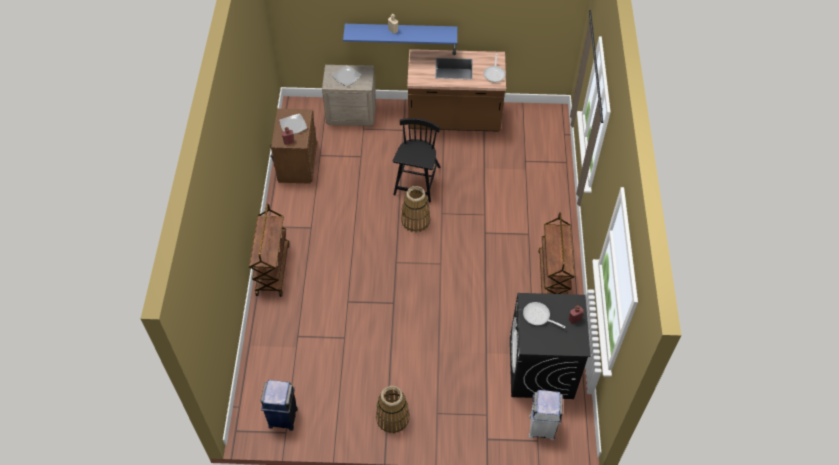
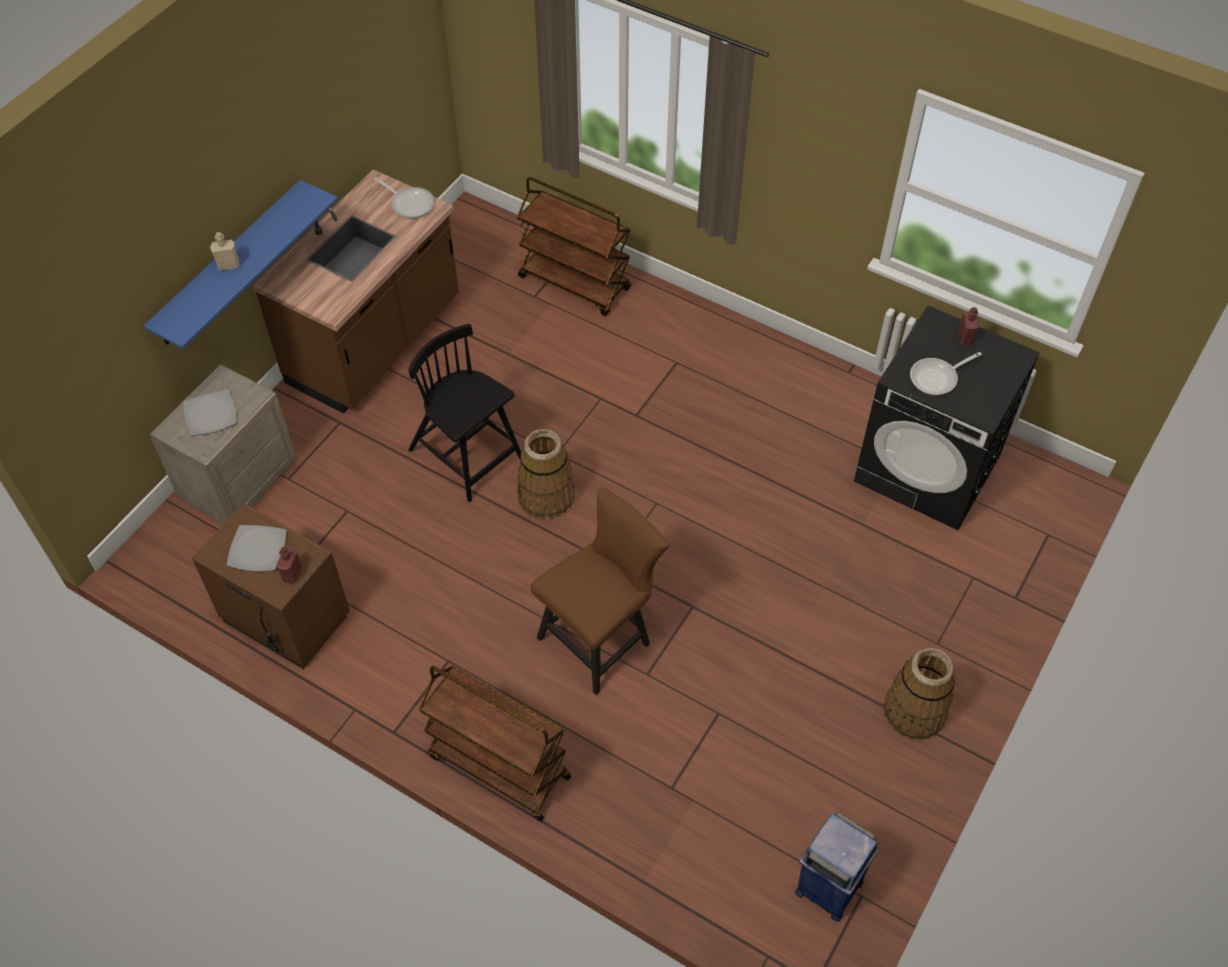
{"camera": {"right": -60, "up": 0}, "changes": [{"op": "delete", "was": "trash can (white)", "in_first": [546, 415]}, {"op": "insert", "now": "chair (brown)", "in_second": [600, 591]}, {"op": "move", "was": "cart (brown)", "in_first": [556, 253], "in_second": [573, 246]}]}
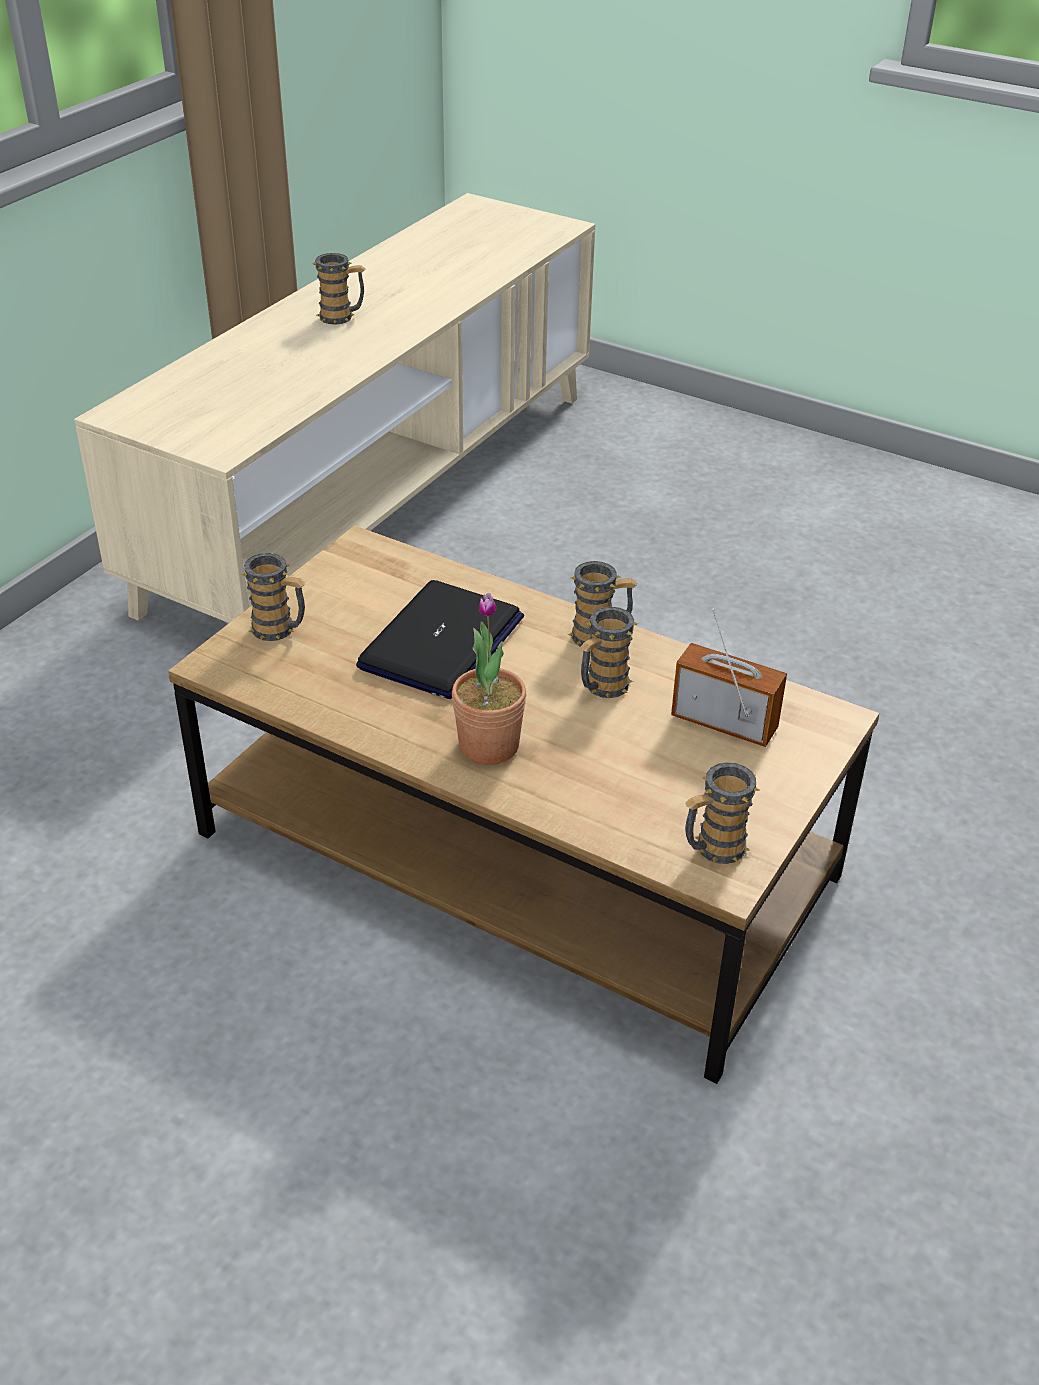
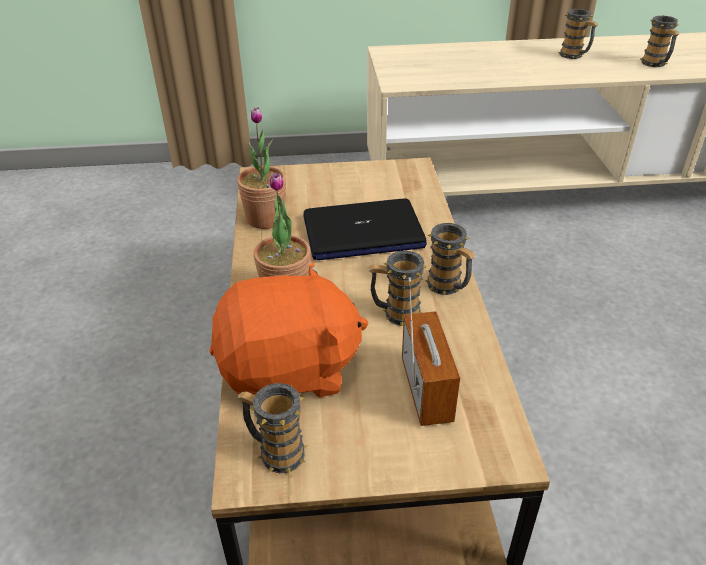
{"camera": {"right": 55, "up": 0}, "changes": [{"op": "insert", "now": "plush toy (orange)", "in_second": [288, 334]}, {"op": "insert", "now": "potted plant", "in_second": [261, 168]}, {"op": "move", "was": "mug", "in_first": [273, 597], "in_second": [659, 41]}]}
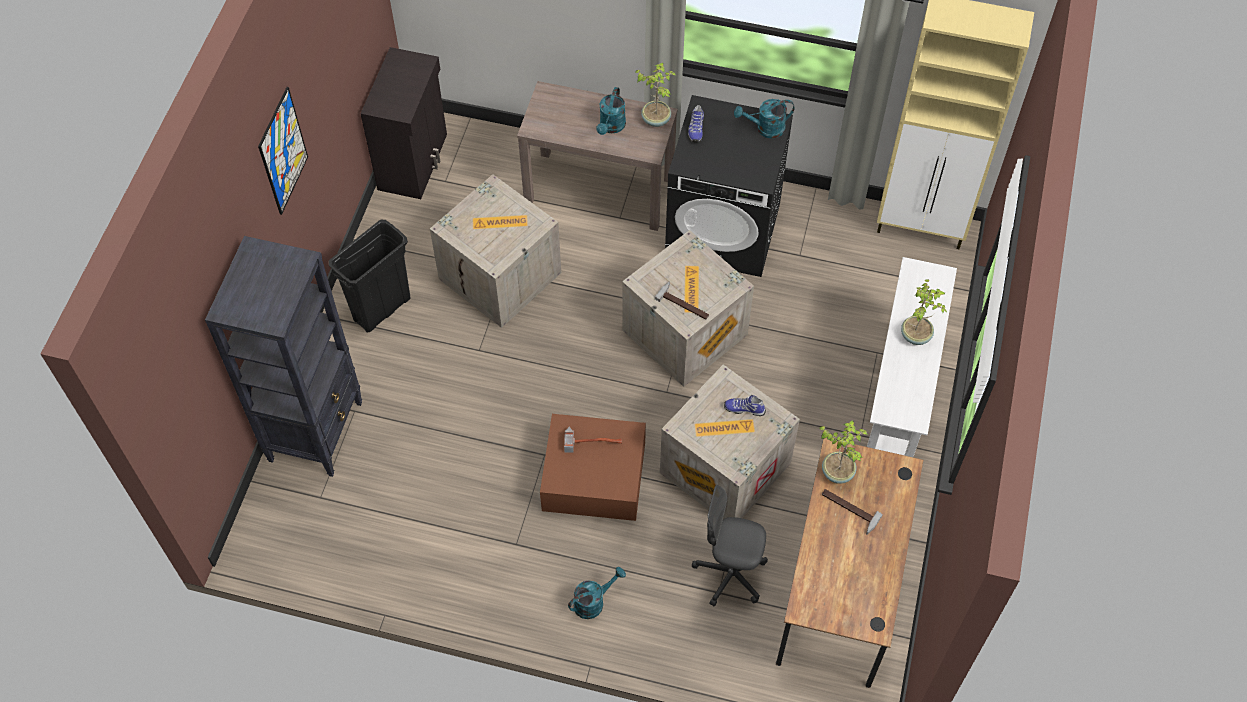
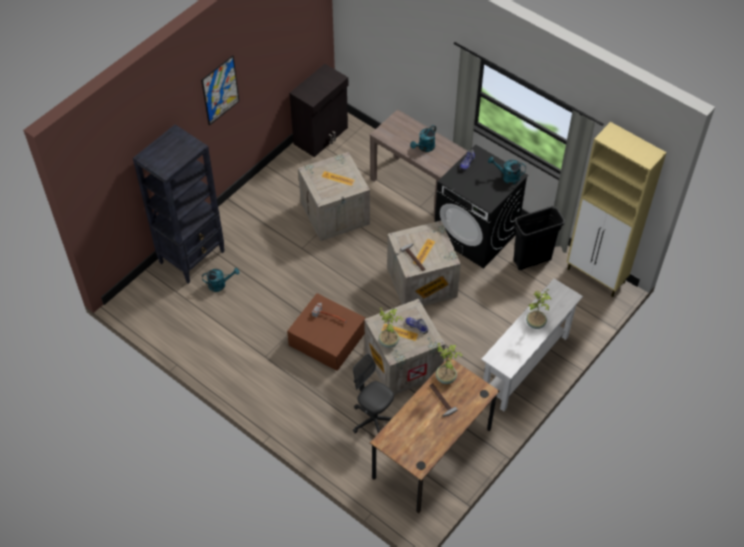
{"camera": {"right": 25, "up": -5}, "changes": [{"op": "move", "was": "trash can (black)", "in_first": [369, 276], "in_second": [539, 238]}, {"op": "move", "was": "watering can (turquoise)", "in_first": [597, 593], "in_second": [220, 280]}, {"op": "move", "was": "potted plant", "in_first": [655, 94], "in_second": [391, 327]}]}
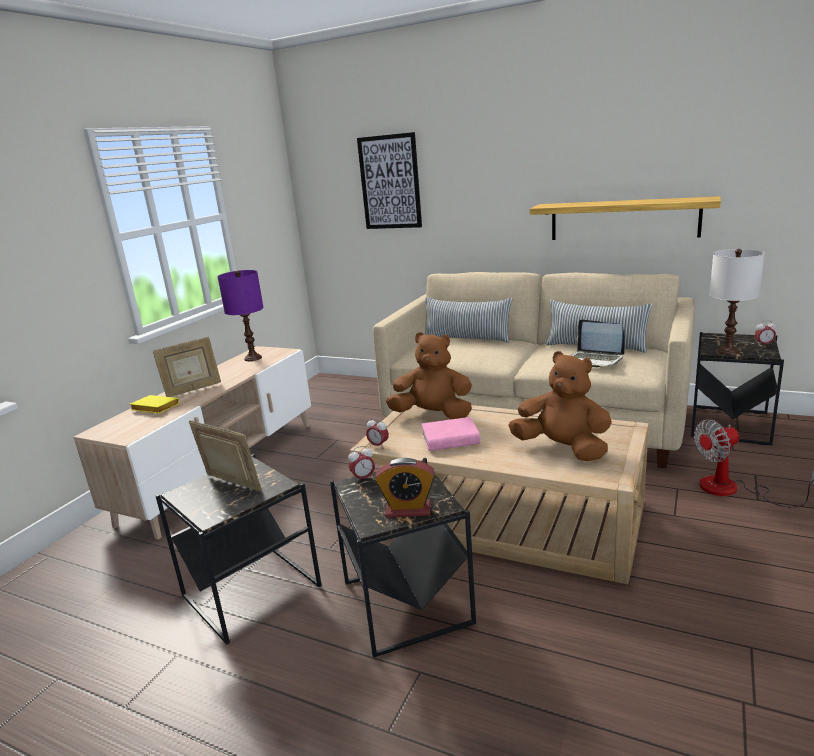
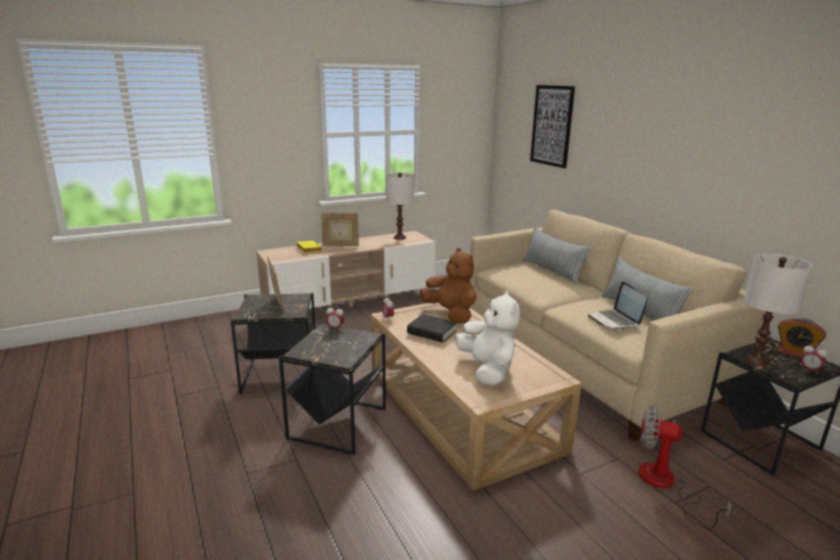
{"camera": {"right": 35, "up": 0}, "changes": [{"op": "delete", "was": "shelf", "in_first": [625, 218]}, {"op": "move", "was": "alarm clock", "in_first": [405, 488], "in_second": [801, 338]}, {"op": "recolor", "was": "table lamp (purple)", "now": "table lamp (white)", "in_first": [240, 315], "in_second": [400, 206]}, {"op": "recolor", "was": "book (pink)", "now": "book (black)", "in_first": [450, 434], "in_second": [432, 328]}, {"op": "recolor", "was": "plush toy (brown)", "now": "plush toy (white)", "in_first": [560, 406], "in_second": [487, 338]}]}
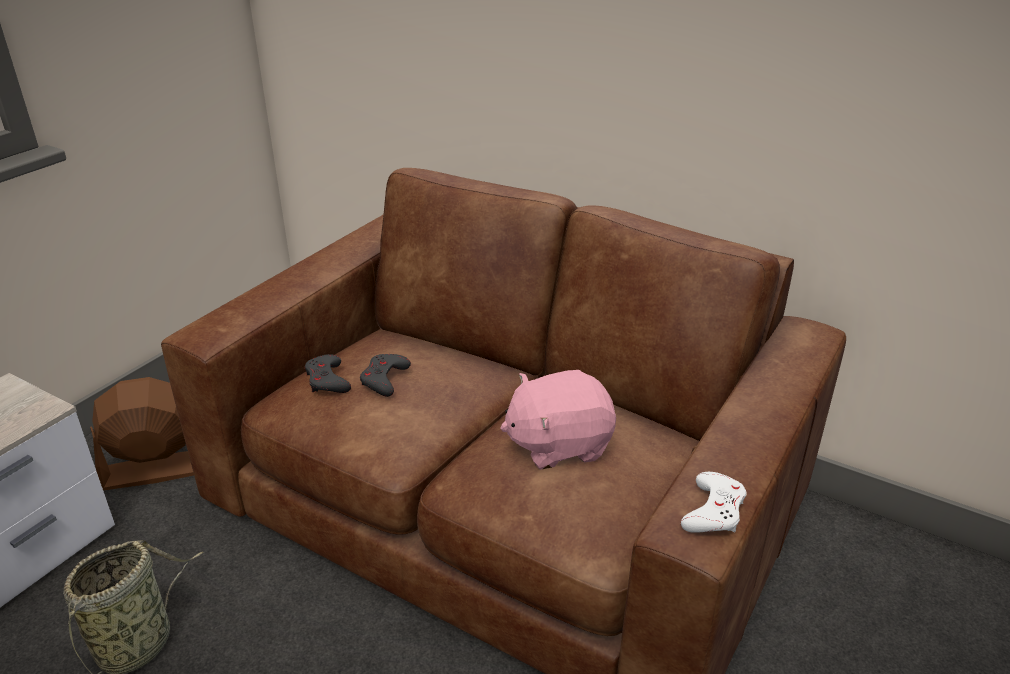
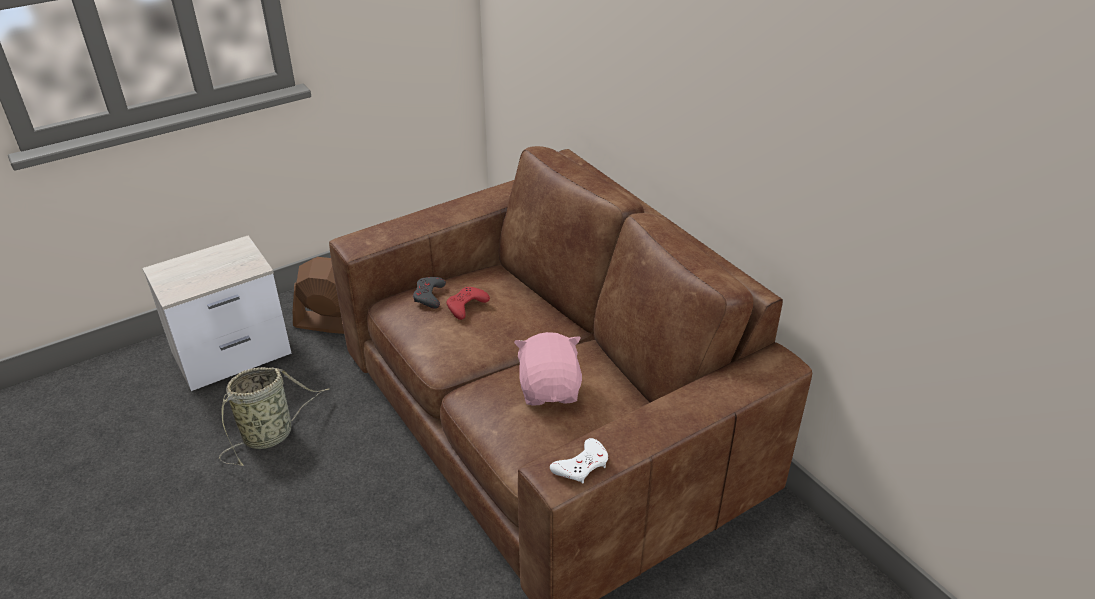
{"camera": {"right": 25, "up": 5}, "changes": [{"op": "recolor", "was": "game controller (grey)", "now": "game controller (red)", "in_first": [385, 375], "in_second": [468, 303]}, {"op": "rotate", "was": "plush toy (pink)", "in_first": [558, 420], "in_second": [548, 369], "clockwise": 75}]}
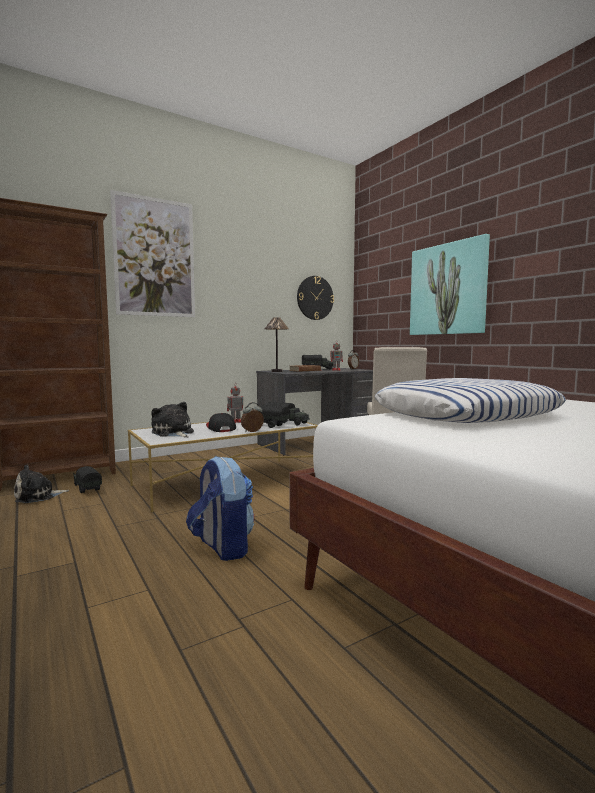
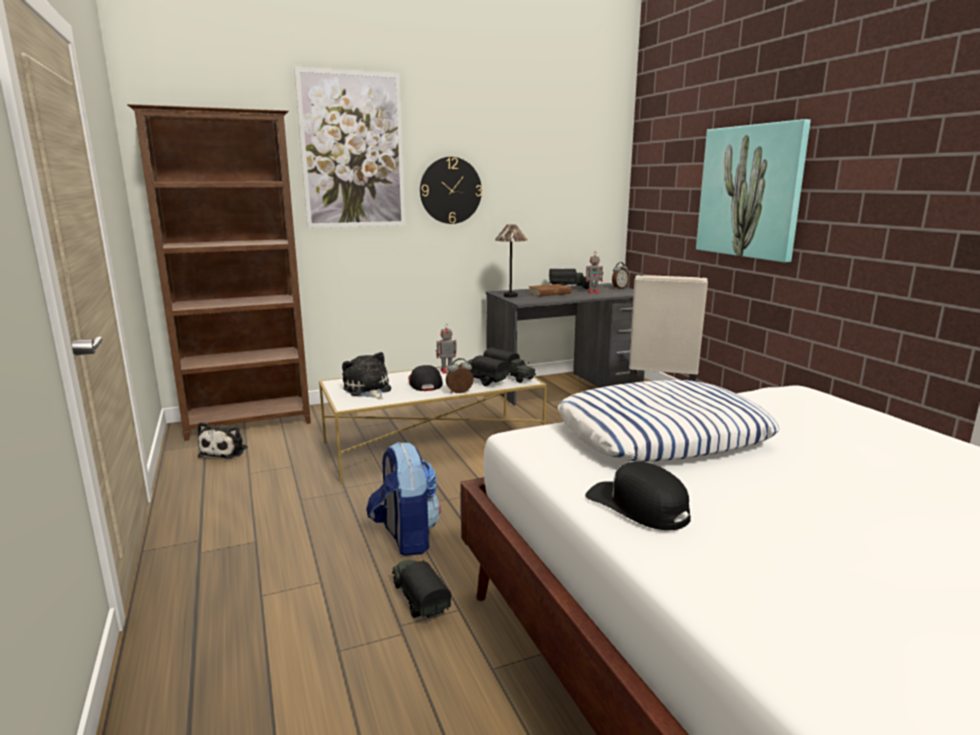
{"camera": {"right": 10, "up": 10}, "changes": [{"op": "insert", "now": "cap (black)", "in_second": [638, 495]}, {"op": "move", "was": "toy truck", "in_first": [87, 479], "in_second": [421, 589]}, {"op": "move", "was": "wall clock", "in_first": [315, 298], "in_second": [451, 190]}, {"op": "rotate", "was": "plush toy", "in_first": [41, 483], "in_second": [223, 440], "clockwise": -60}]}
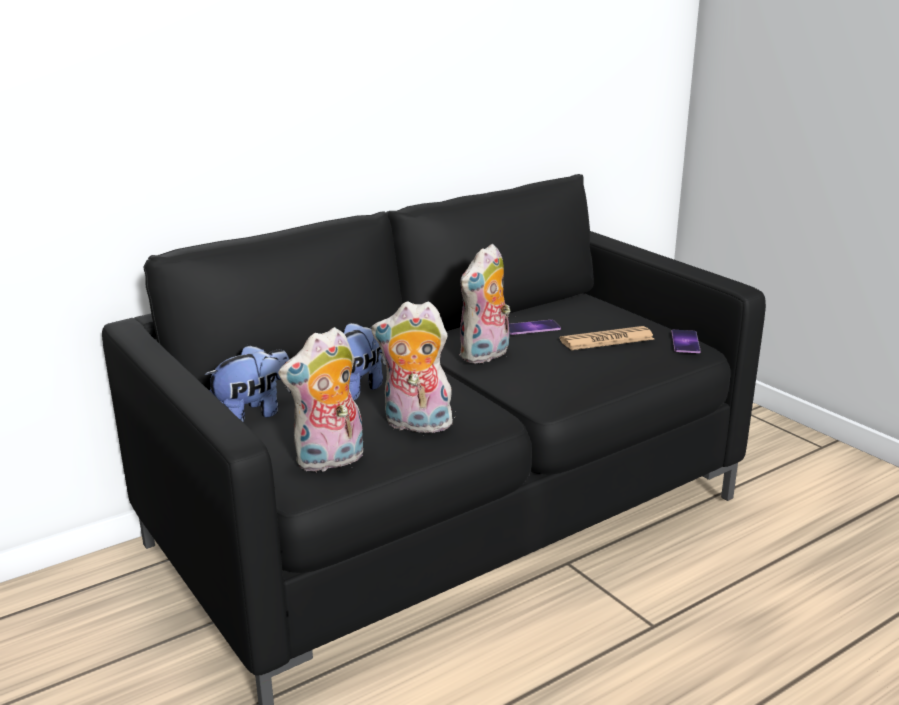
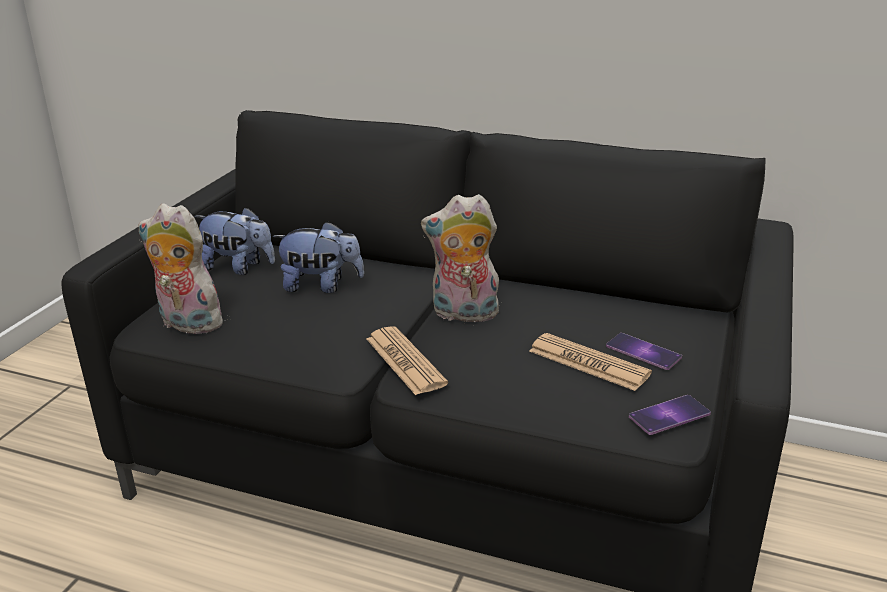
{"camera": {"right": 55, "up": 5}, "changes": [{"op": "delete", "was": "plush toy", "in_first": [413, 367]}, {"op": "insert", "now": "newspaper", "in_second": [407, 360]}, {"op": "move", "was": "phone", "in_first": [535, 327], "in_second": [644, 351]}]}
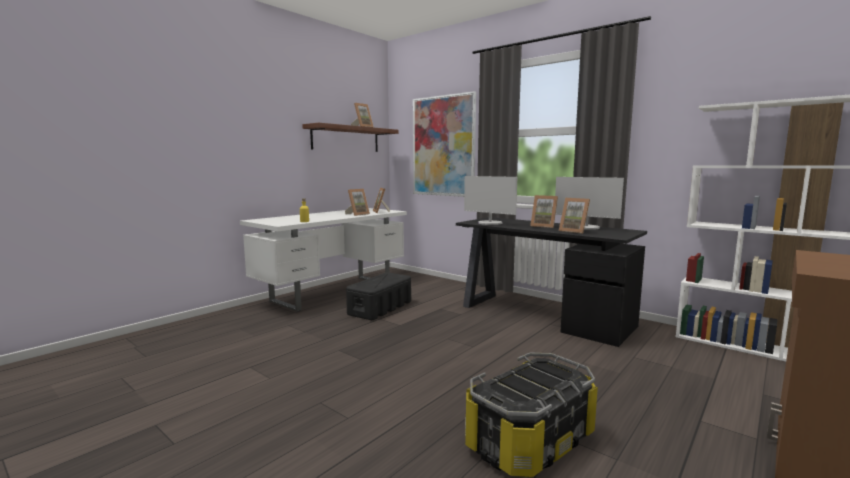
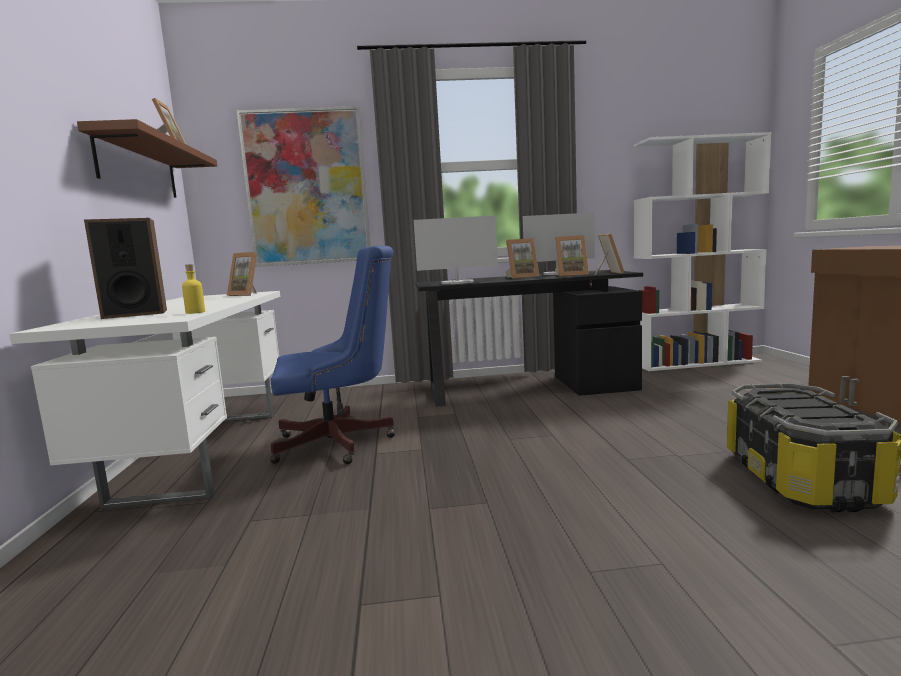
{"camera": {"right": -45, "up": 0}, "changes": [{"op": "insert", "now": "speaker", "in_second": [125, 268]}, {"op": "move", "was": "picture frame", "in_first": [357, 202], "in_second": [609, 254]}, {"op": "replace", "was": "storage box (black)", "now": "office chair (blue)", "in_first": [378, 296], "in_second": [332, 355]}]}
